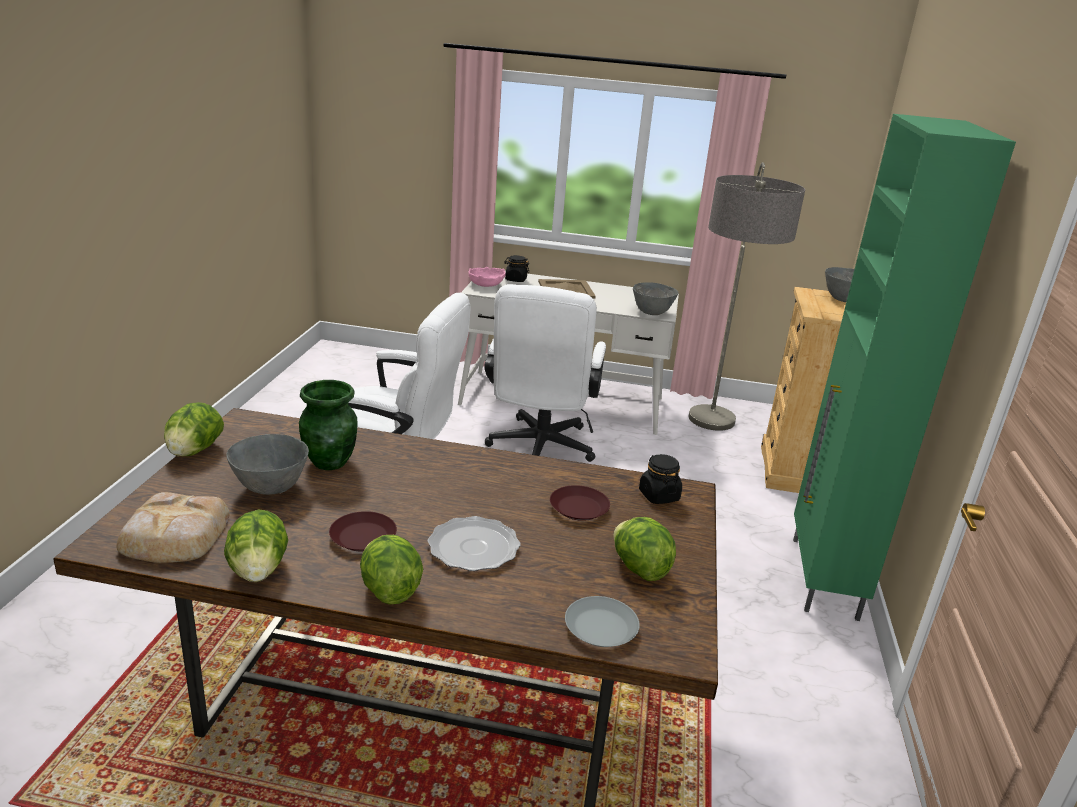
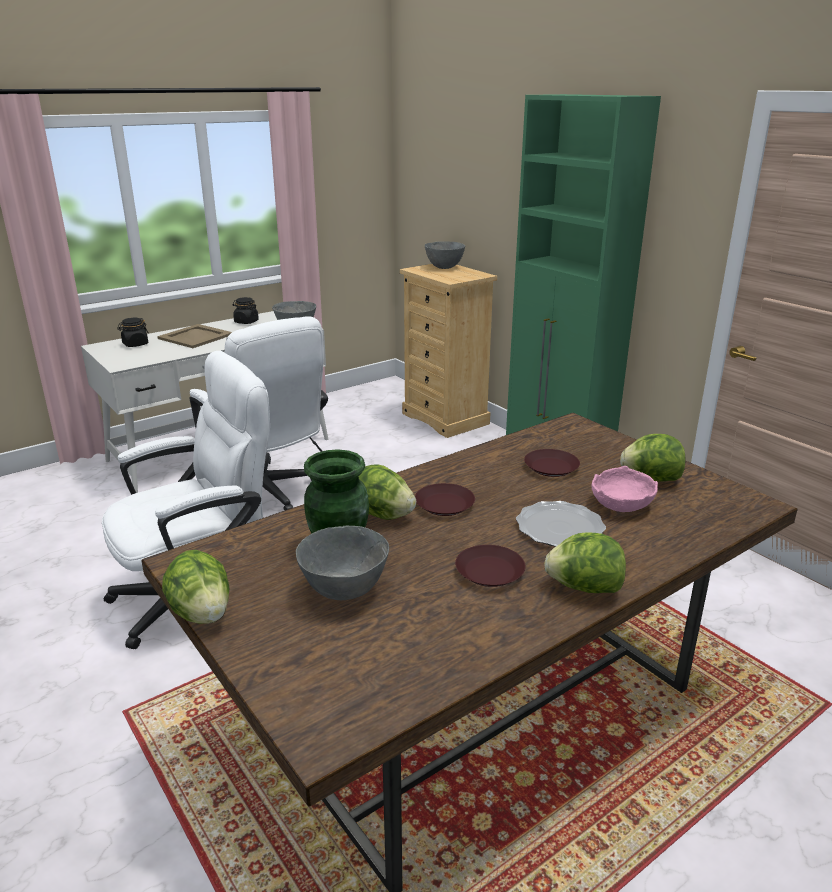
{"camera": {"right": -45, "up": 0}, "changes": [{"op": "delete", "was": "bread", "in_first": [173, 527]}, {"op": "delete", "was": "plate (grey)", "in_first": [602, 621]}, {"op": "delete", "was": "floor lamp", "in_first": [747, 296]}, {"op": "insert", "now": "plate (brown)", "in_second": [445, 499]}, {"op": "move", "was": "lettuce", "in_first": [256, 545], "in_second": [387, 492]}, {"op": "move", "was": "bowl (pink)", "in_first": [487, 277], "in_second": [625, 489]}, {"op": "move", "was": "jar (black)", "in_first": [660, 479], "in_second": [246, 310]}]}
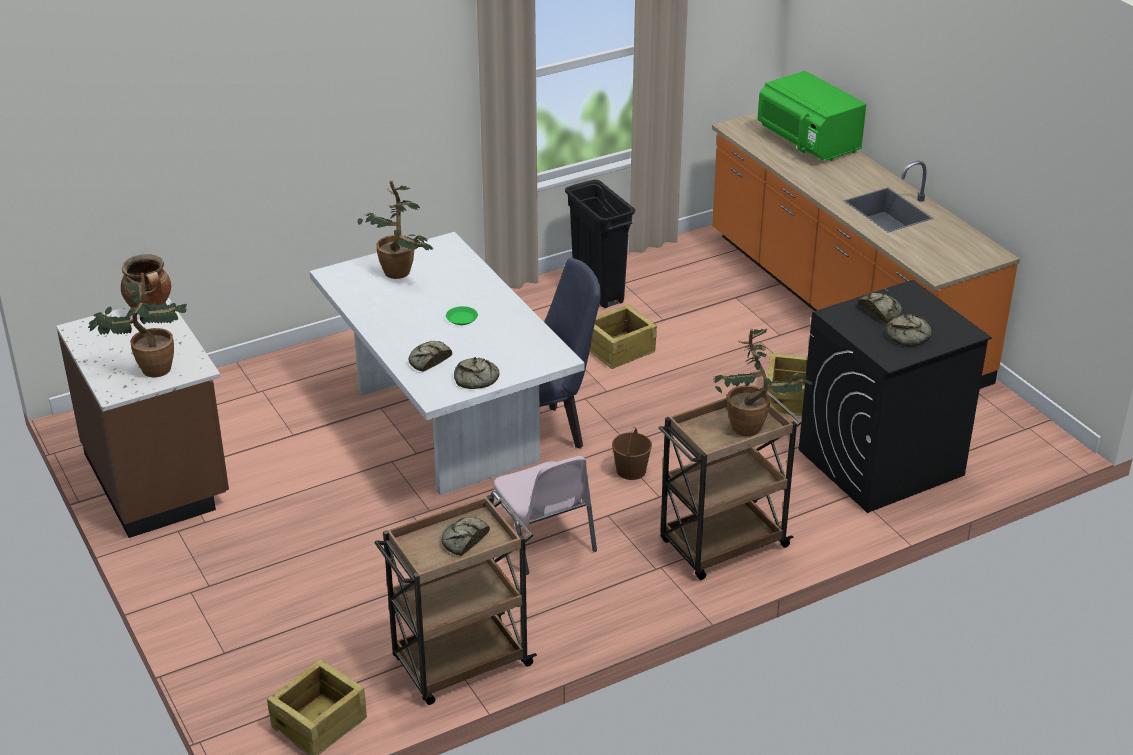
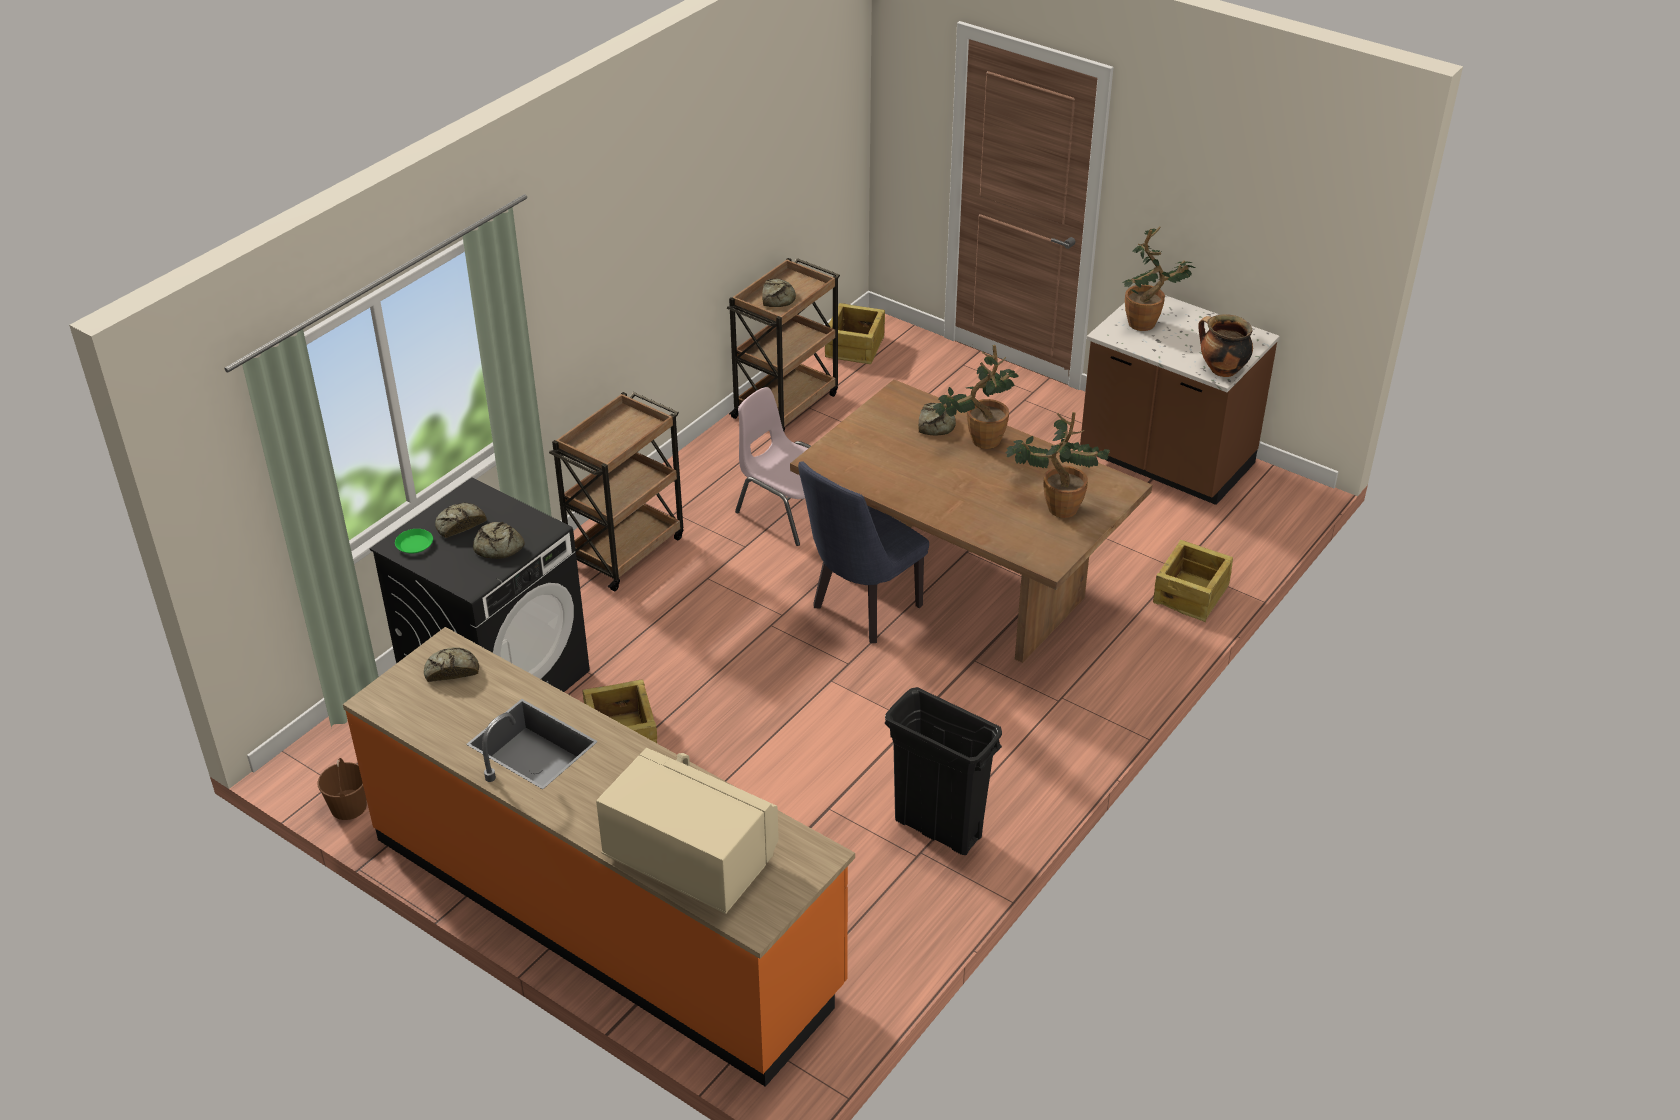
{"camera": {"right": 155, "up": 5}, "changes": [{"op": "move", "was": "plate (green)", "in_first": [462, 315], "in_second": [414, 541]}, {"op": "move", "was": "bread", "in_first": [476, 373], "in_second": [451, 664]}, {"op": "move", "was": "crate", "in_first": [623, 336], "in_second": [1193, 581]}, {"op": "move", "was": "bucket (brown)", "in_first": [632, 453], "in_second": [342, 789]}, {"op": "move", "was": "potted plant", "in_first": [762, 382], "in_second": [976, 397]}, {"op": "recolor", "was": "dining table (white)", "now": "dining table (brown)", "in_first": [447, 364], "in_second": [971, 521]}, {"op": "recolor", "was": "microwave (green)", "now": "microwave (beige)", "in_first": [812, 116], "in_second": [687, 831]}]}
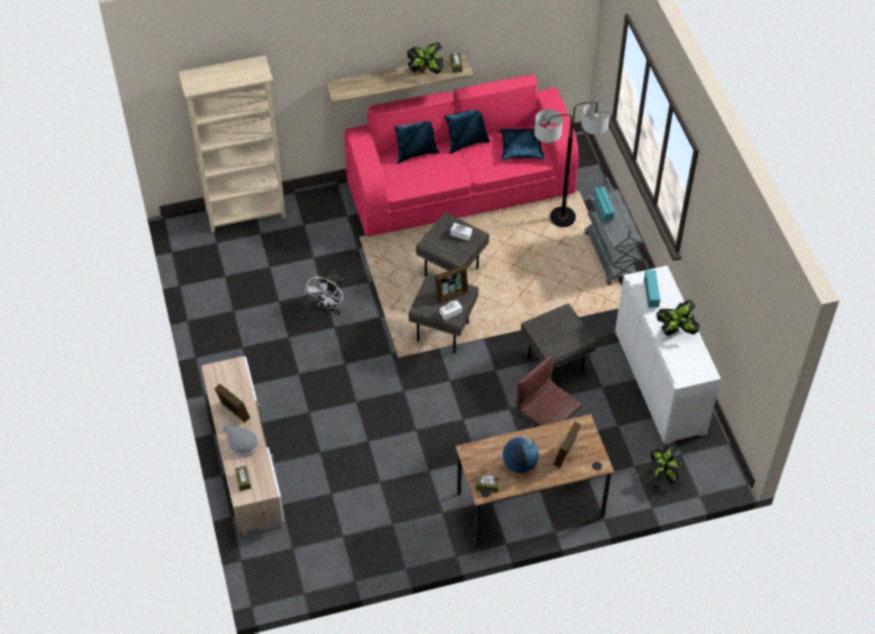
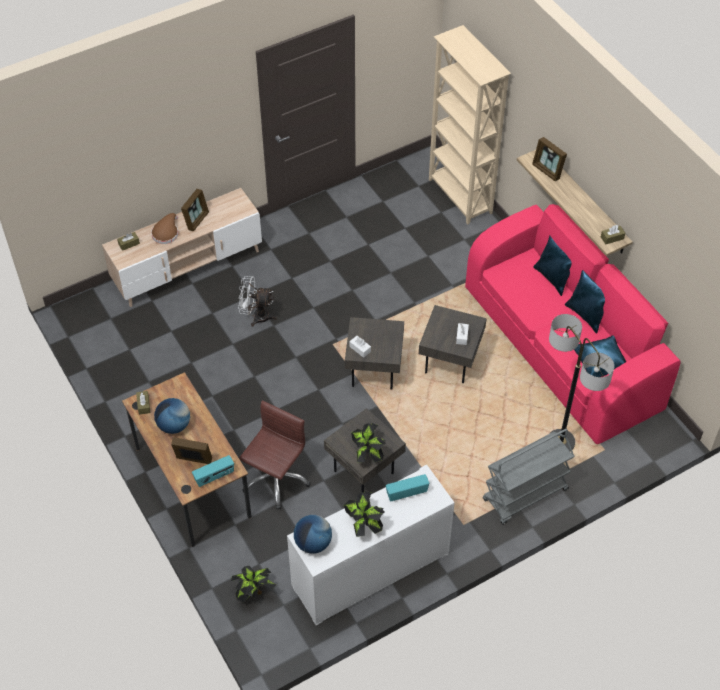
{"camera": {"right": 75, "up": 0}, "changes": [{"op": "insert", "now": "globe", "in_second": [313, 534]}, {"op": "move", "was": "fan (white)", "in_first": [323, 293], "in_second": [257, 301]}, {"op": "move", "was": "potted plant", "in_first": [425, 58], "in_second": [368, 443]}, {"op": "move", "was": "picture frame", "in_first": [451, 284], "in_second": [549, 159]}, {"op": "move", "was": "radio", "in_first": [604, 204], "in_second": [213, 471]}, {"op": "recolor", "was": "hat (grey)", "now": "hat (brown)", "in_first": [240, 441], "in_second": [164, 228]}]}
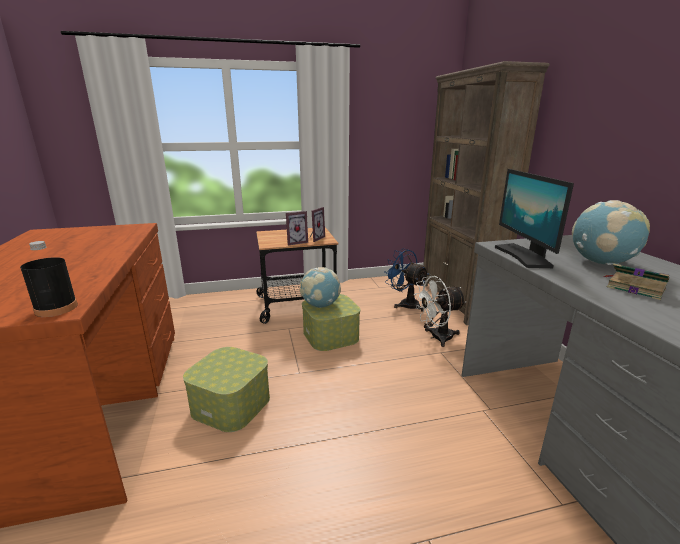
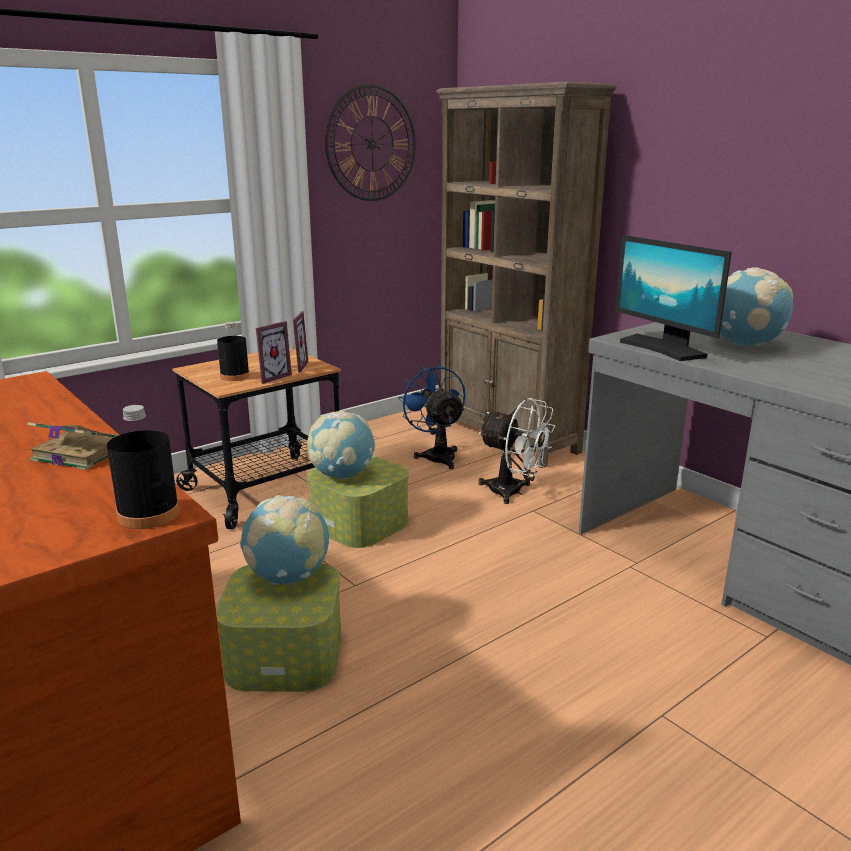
{"camera": {"right": -25, "up": 0}, "changes": [{"op": "insert", "now": "bottle (black)", "in_second": [233, 351]}, {"op": "insert", "now": "globe", "in_second": [284, 540]}, {"op": "insert", "now": "wall clock", "in_second": [370, 142]}, {"op": "move", "was": "book", "in_first": [636, 282], "in_second": [73, 446]}, {"op": "rotate", "was": "fan (blue)", "in_first": [406, 280], "in_second": [431, 417], "clockwise": 45}, {"op": "rotate", "was": "fan (white)", "in_first": [440, 311], "in_second": [517, 451], "clockwise": -105}]}
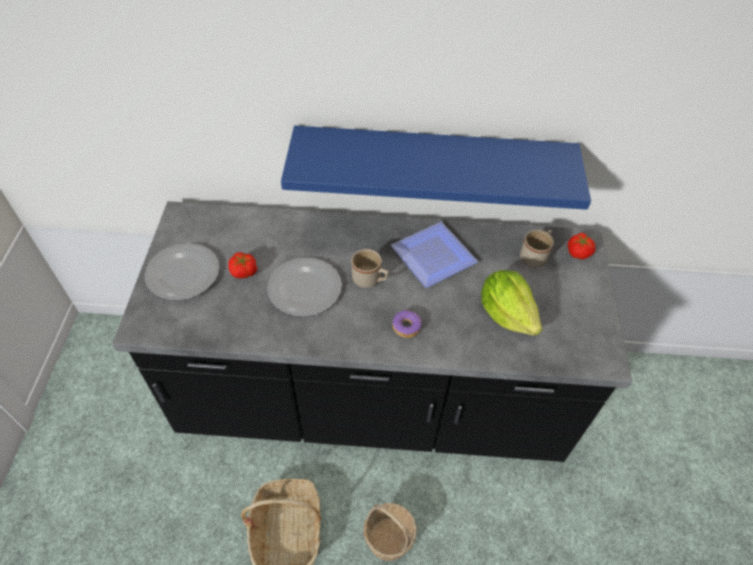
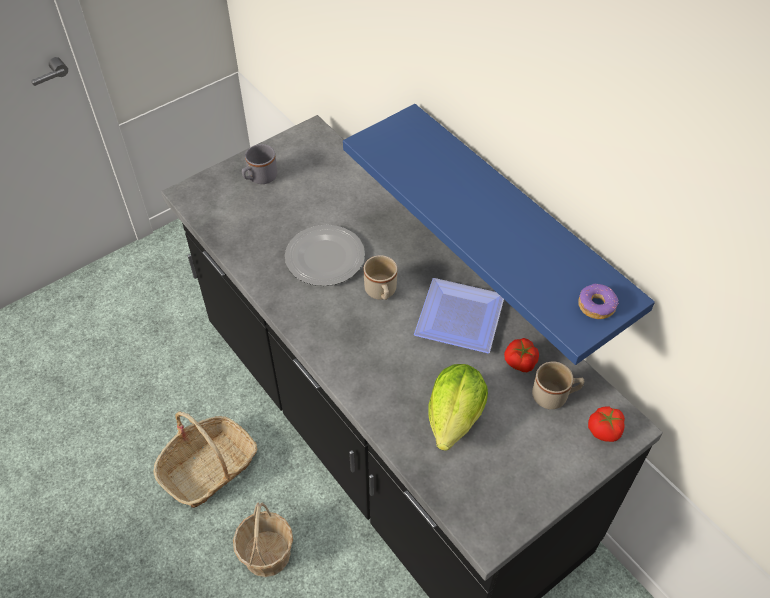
{"camera": {"right": 50, "up": 0}, "changes": [{"op": "move", "was": "tomato", "in_first": [242, 265], "in_second": [521, 355]}, {"op": "move", "was": "donut", "in_first": [407, 324], "in_second": [598, 301]}, {"op": "replace", "was": "plate", "now": "mug (grey)", "in_first": [182, 271], "in_second": [259, 164]}]}
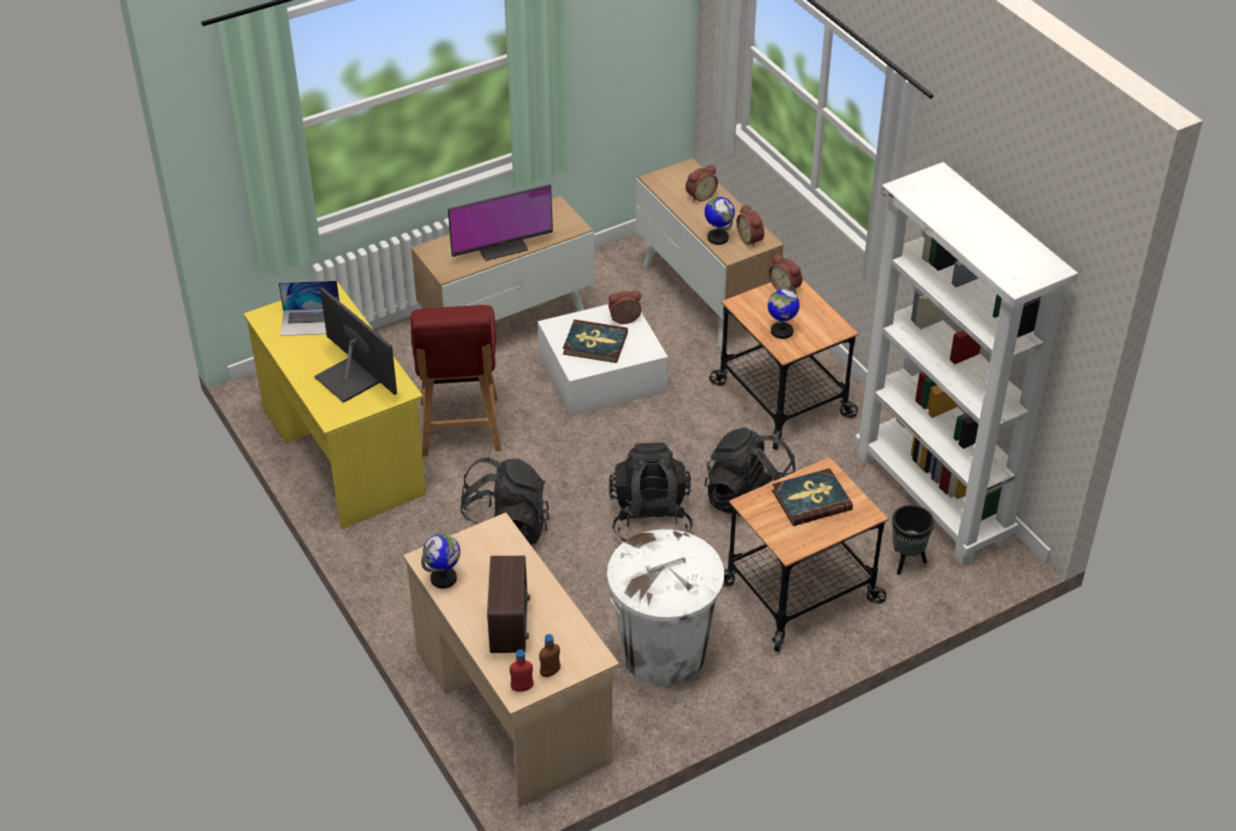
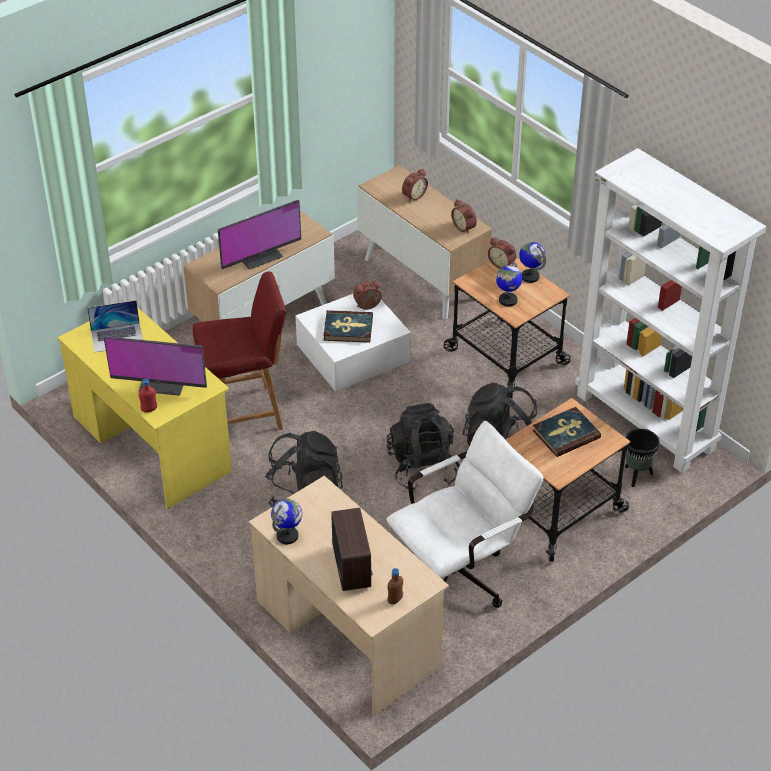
{"camera": {"right": -10, "up": 0}, "changes": [{"op": "move", "was": "bottle (red)", "in_first": [521, 670], "in_second": [148, 395]}, {"op": "move", "was": "globe", "in_first": [720, 221], "in_second": [532, 262]}, {"op": "replace", "was": "trash can (white)", "now": "office chair (white)", "in_first": [665, 607], "in_second": [464, 514]}, {"op": "rotate", "was": "monitor", "in_first": [356, 345], "in_second": [155, 366], "clockwise": 150}, {"op": "rotate", "was": "chair (red)", "in_first": [456, 380], "in_second": [239, 350], "clockwise": -90}]}
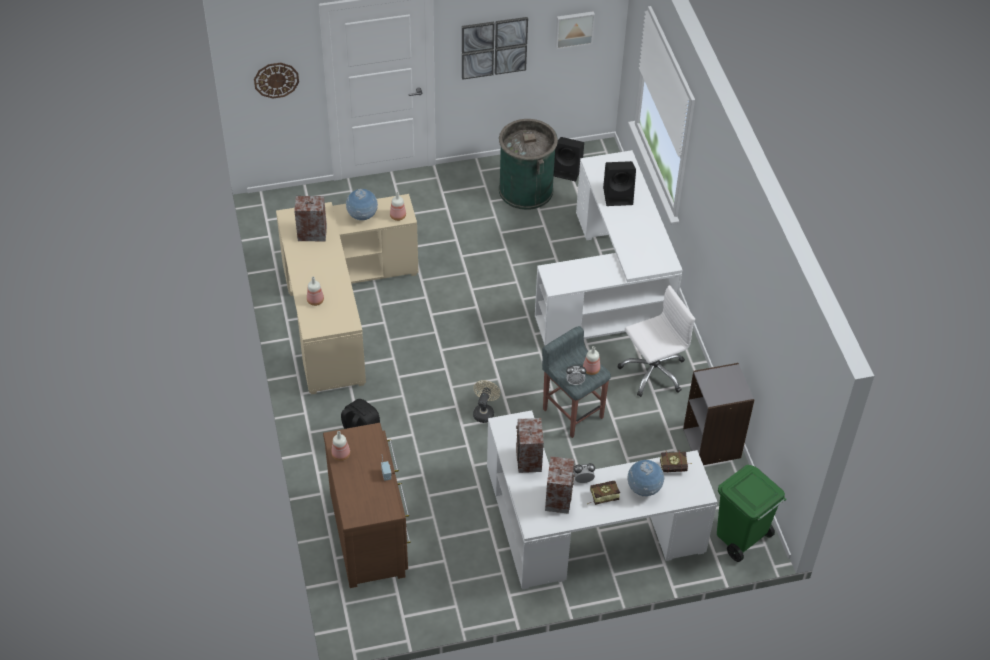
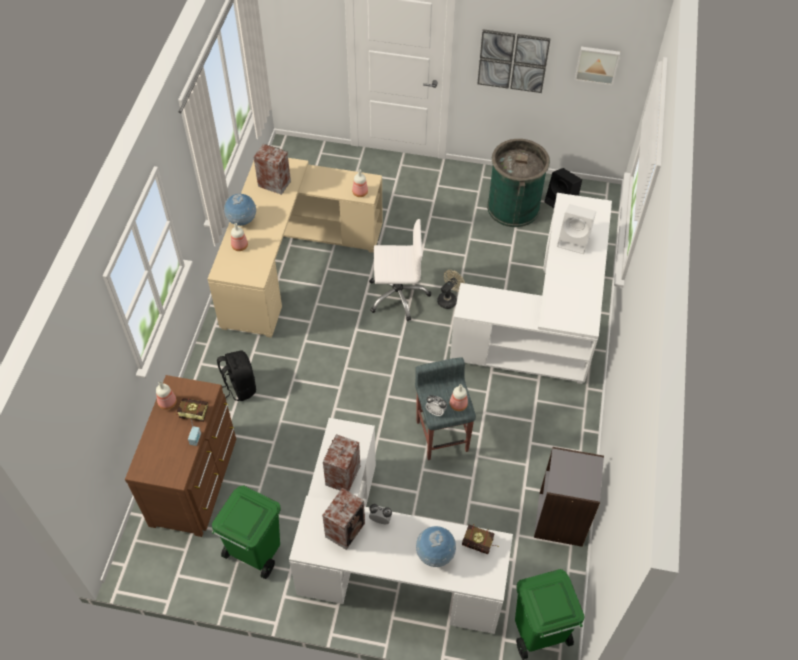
{"camera": {"right": 25, "up": 5}, "changes": [{"op": "delete", "was": "wall clock", "in_first": [276, 81]}, {"op": "insert", "now": "trash can (green)", "in_second": [246, 532]}, {"op": "move", "was": "globe", "in_first": [362, 204], "in_second": [240, 210]}, {"op": "move", "was": "fan (beige)", "in_first": [486, 401], "in_second": [451, 289]}, {"op": "move", "was": "book", "in_first": [603, 493], "in_second": [191, 410]}, {"op": "move", "was": "office chair (white)", "in_first": [656, 341], "in_second": [400, 270]}, {"op": "recolor", "was": "speaker (black)", "now": "speaker (white)", "in_first": [619, 183], "in_second": [576, 229]}]}
